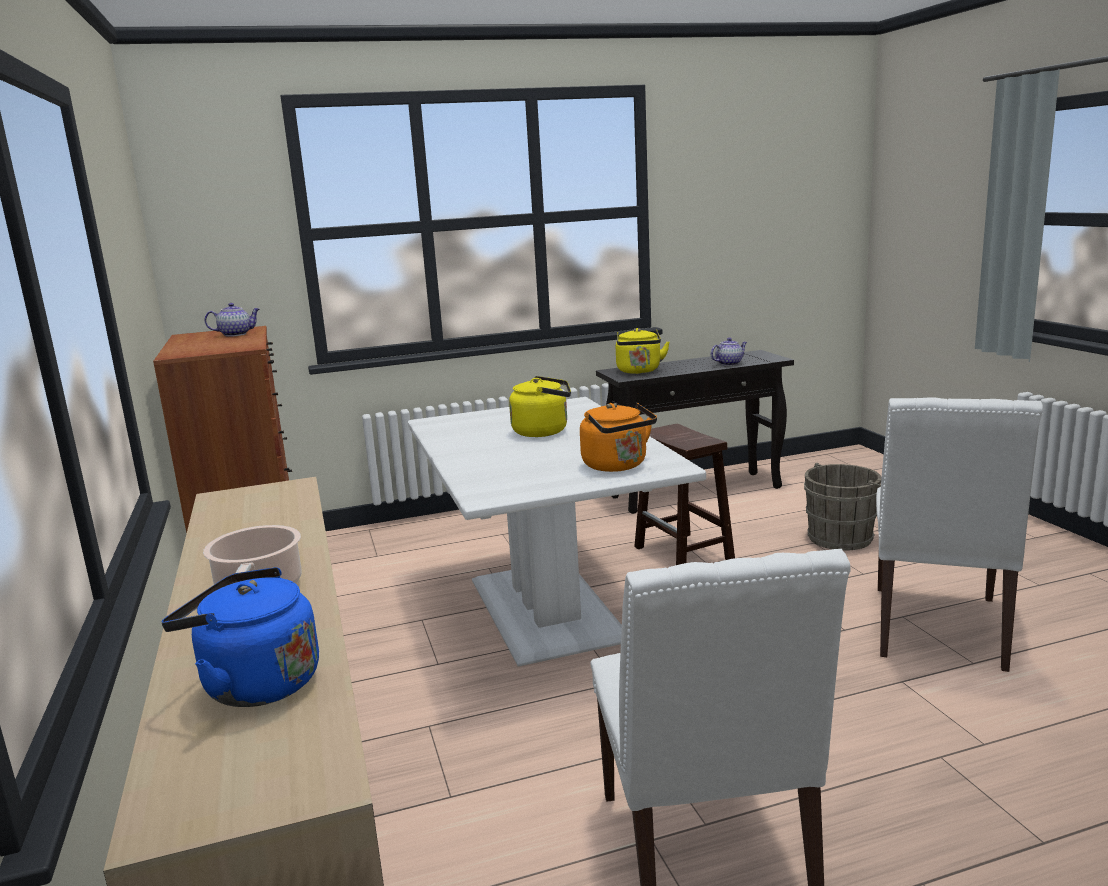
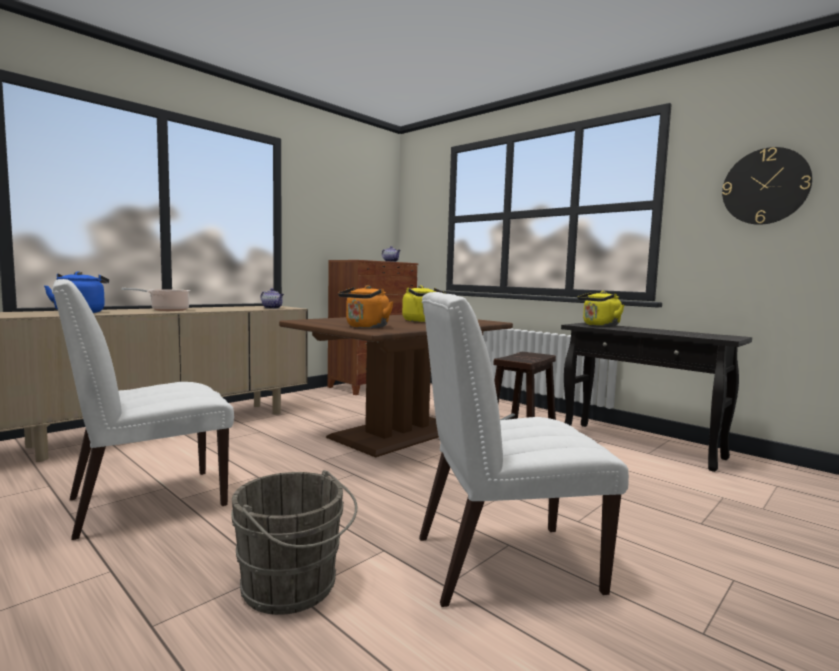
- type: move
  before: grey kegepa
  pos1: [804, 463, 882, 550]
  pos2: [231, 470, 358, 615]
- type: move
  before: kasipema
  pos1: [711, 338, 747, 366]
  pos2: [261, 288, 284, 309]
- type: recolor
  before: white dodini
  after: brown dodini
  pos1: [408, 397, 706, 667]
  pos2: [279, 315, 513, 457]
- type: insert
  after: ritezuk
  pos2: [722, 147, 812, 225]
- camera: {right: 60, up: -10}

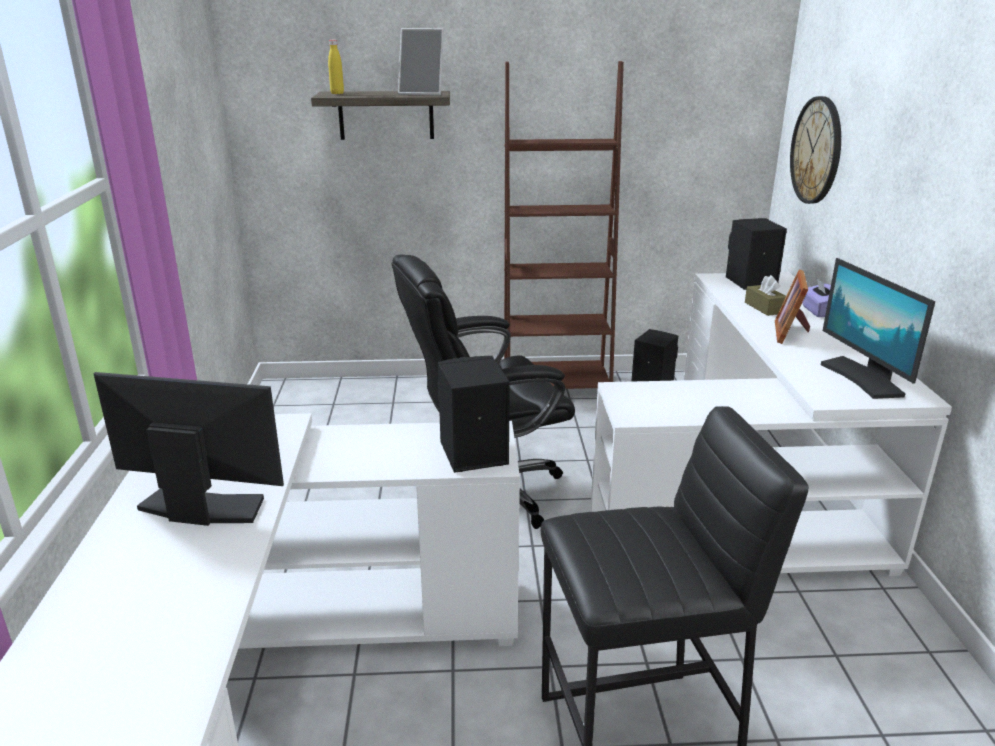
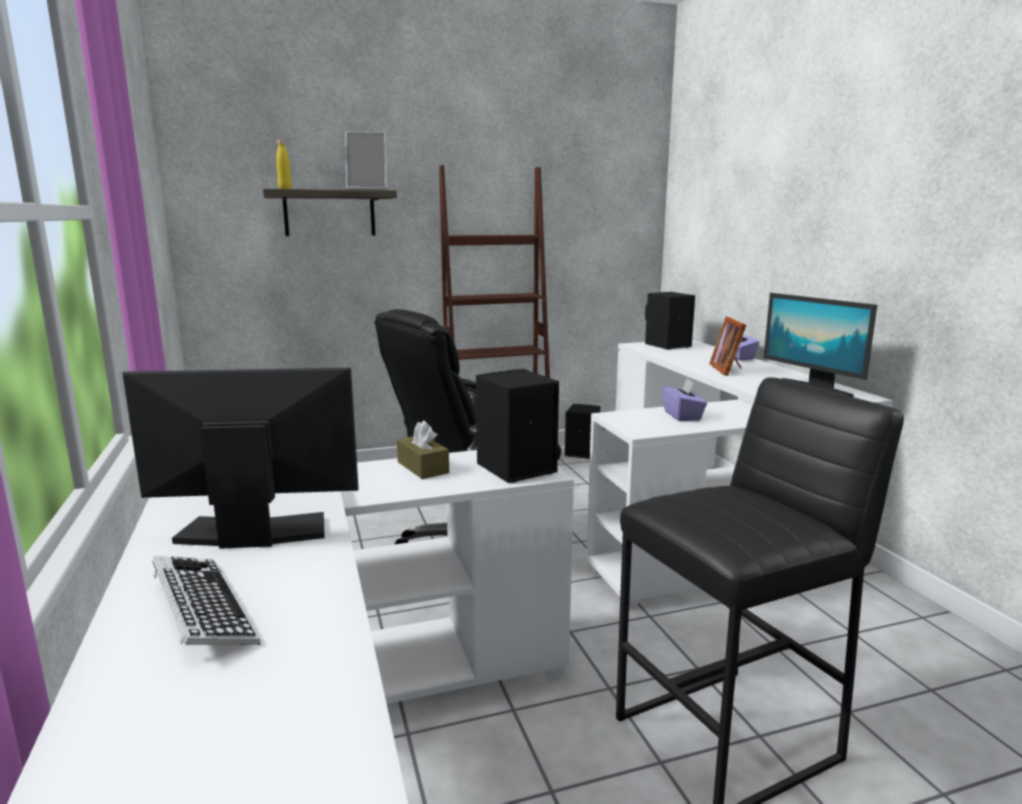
- type: insert
  after: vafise
  pos2: [152, 556, 261, 645]
- type: move
  before: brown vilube
  pos1: [745, 275, 786, 316]
  pos2: [397, 421, 449, 479]
- type: insert
  after: purple vilube
  pos2: [662, 379, 707, 421]
- type: delete
  before: ritezuk
  pos1: [790, 96, 841, 204]
- camera: {right: -15, up: -10}

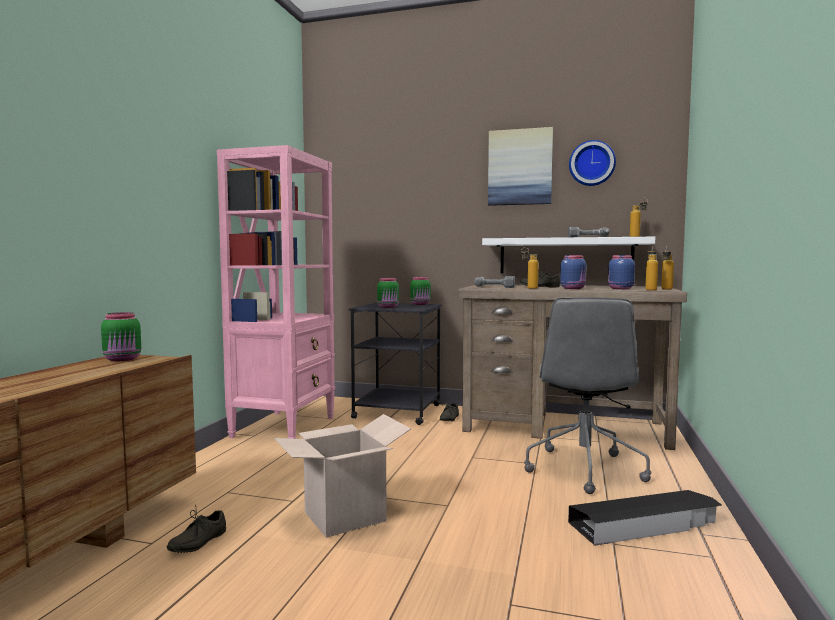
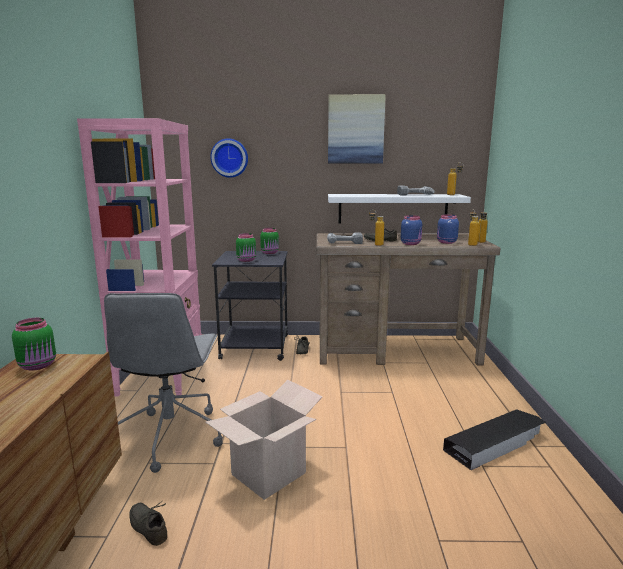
- type: move
  before: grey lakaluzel
  pos1: [524, 297, 652, 494]
  pos2: [104, 293, 223, 473]
- type: rotate
  before: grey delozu
  pos1: [167, 504, 226, 553]
  pos2: [129, 501, 167, 546]
  turn: 120
- type: move
  before: ritezuk
  pos1: [569, 140, 616, 186]
  pos2: [210, 138, 248, 178]
- camera: {right: -15, up: 10}

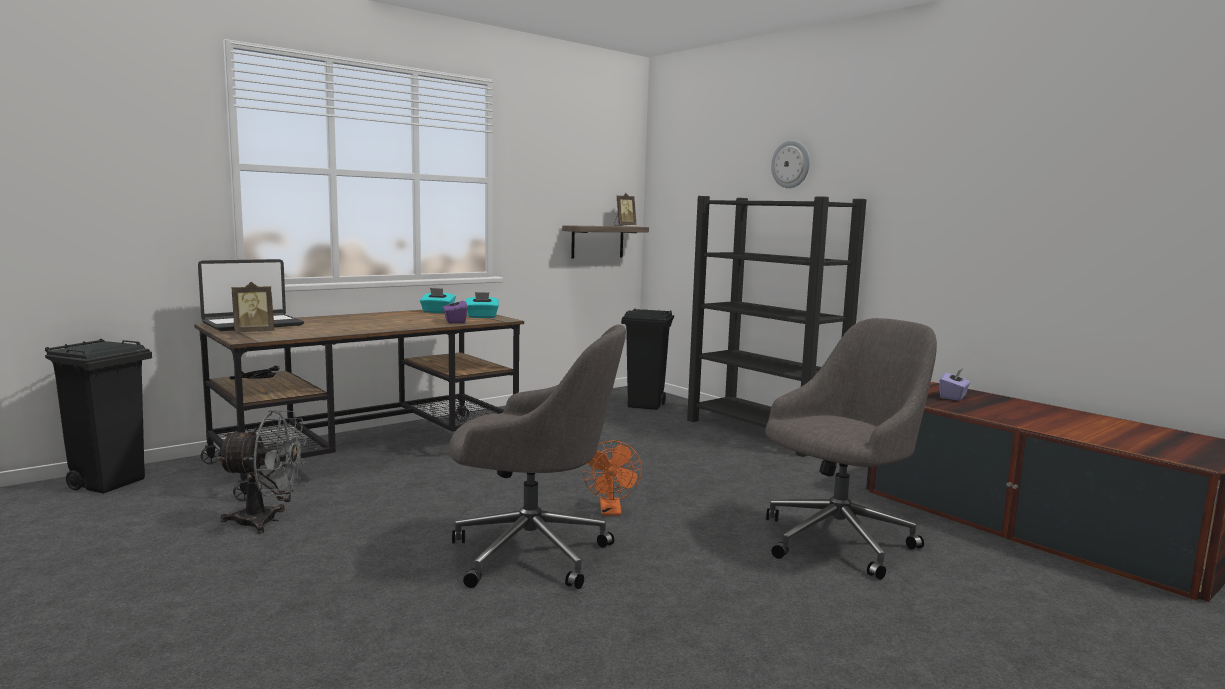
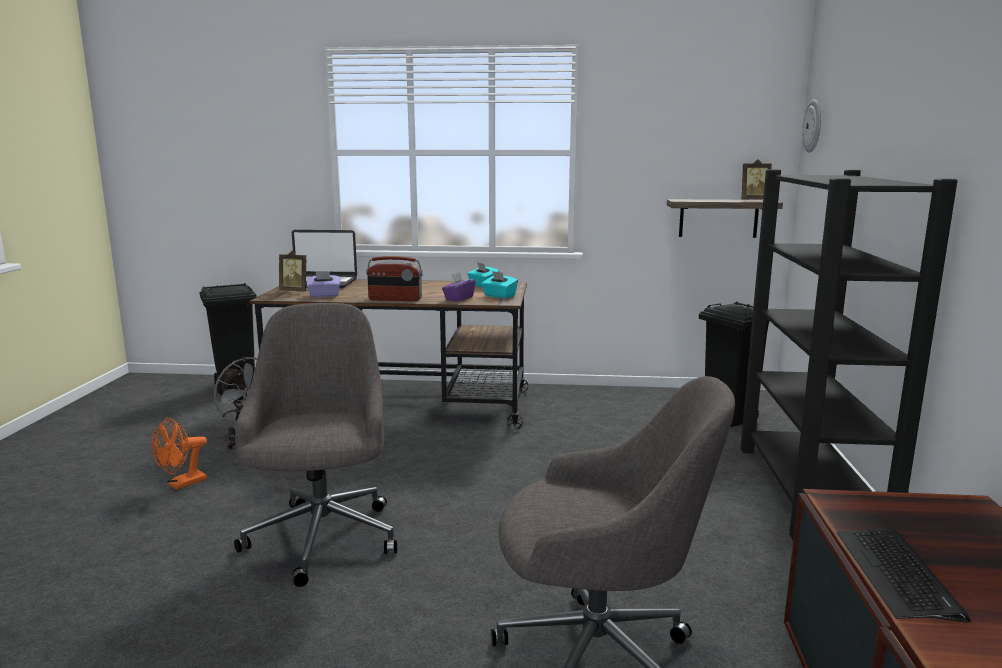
- type: move
  before: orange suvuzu
  pos1: [583, 441, 642, 516]
  pos2: [152, 418, 207, 490]
- type: rotate
  before: grey lakaluzel
  pos1: [449, 324, 626, 589]
  pos2: [234, 303, 397, 587]
  turn: -150
- type: move
  before: purple vilube
  pos1: [939, 368, 971, 401]
  pos2: [307, 271, 340, 297]
- type: insert
  after: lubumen
  pos2: [366, 256, 423, 301]
- type: move
  before: ritezuk
  pos1: [771, 140, 810, 188]
  pos2: [802, 99, 821, 153]
- type: insert
  after: vafise
  pos2: [837, 528, 971, 623]
- camera: {right: 45, up: 5}

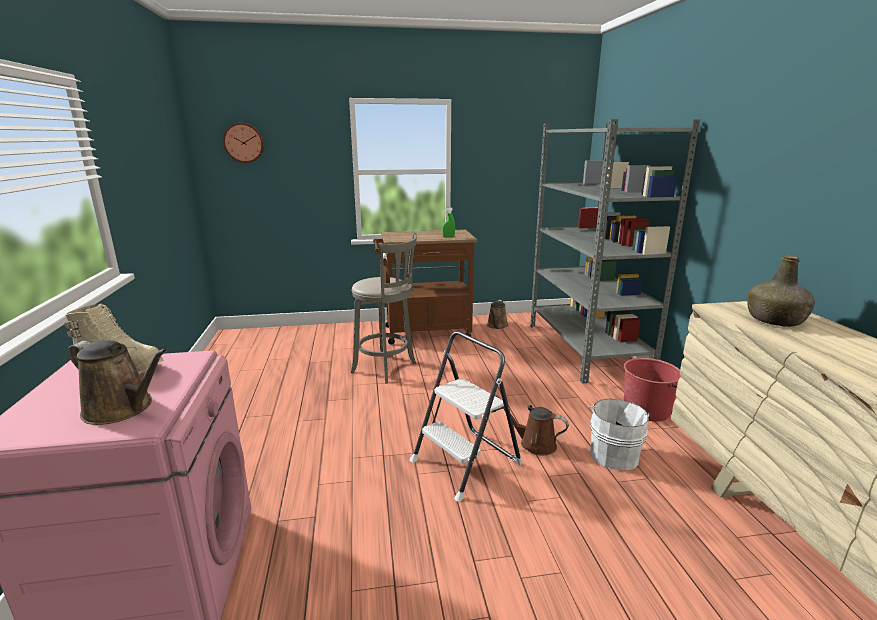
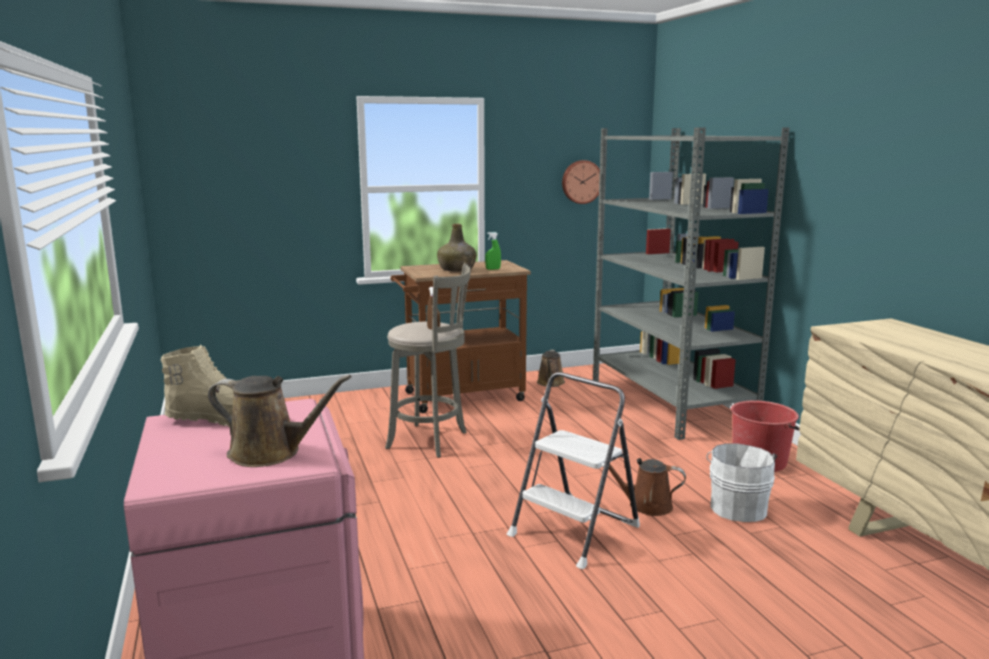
- type: move
  before: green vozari
  pos1: [747, 256, 815, 327]
  pos2: [437, 224, 476, 272]
- type: move
  before: ritezuk
  pos1: [223, 123, 264, 163]
  pos2: [562, 160, 600, 204]
- camera: {right: -10, up: -5}

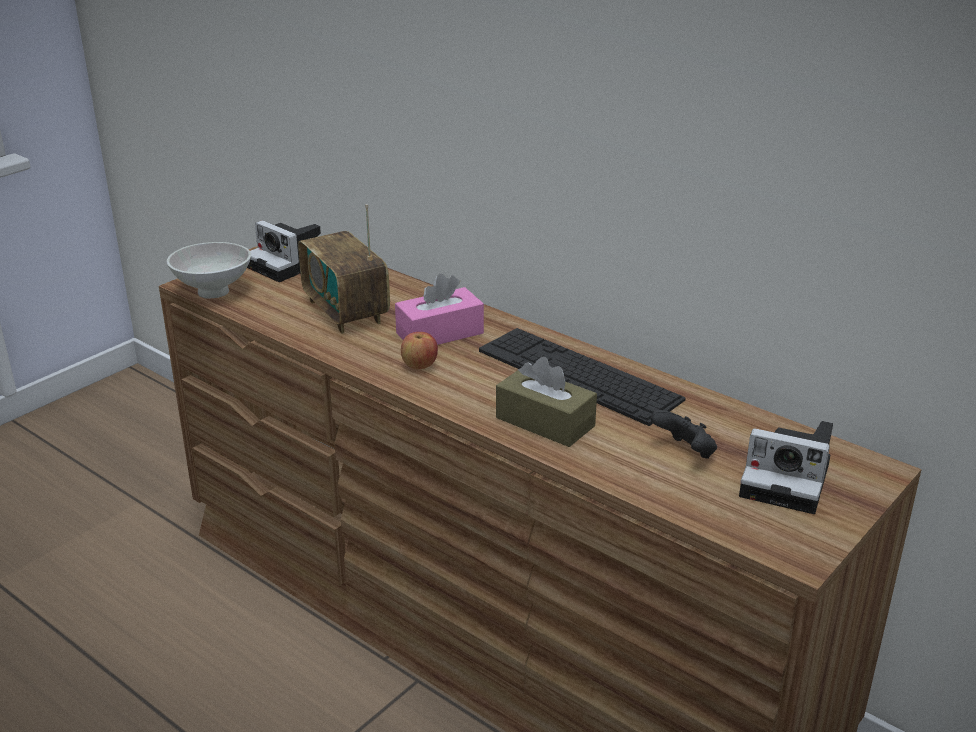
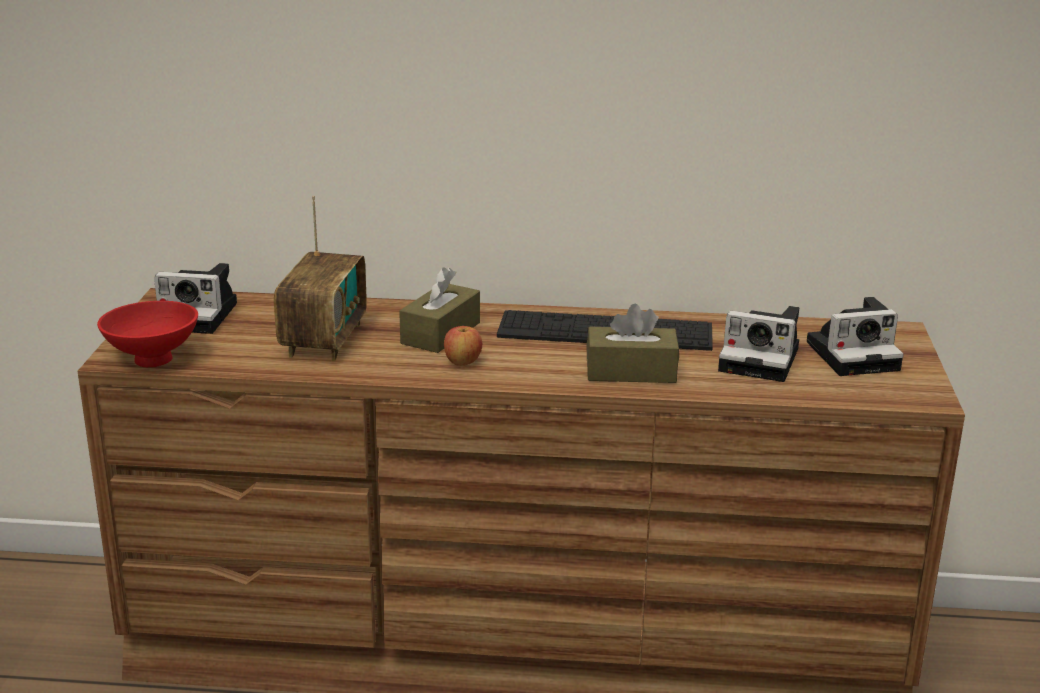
- type: recolor
  before: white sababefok
  after: red sababefok
  pos1: [167, 242, 251, 299]
  pos2: [97, 301, 198, 367]
- type: rotate
  before: lubumen
  pos1: [298, 204, 390, 334]
  pos2: [274, 196, 367, 361]
  turn: -105
- type: recolor
  before: pink vilube
  after: brown vilube
  pos1: [395, 274, 484, 345]
  pos2: [399, 267, 480, 353]
- type: replace
  before: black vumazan
  after: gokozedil
  pos1: [651, 410, 717, 459]
  pos2: [718, 306, 799, 382]
- camera: {right: -35, up: -5}

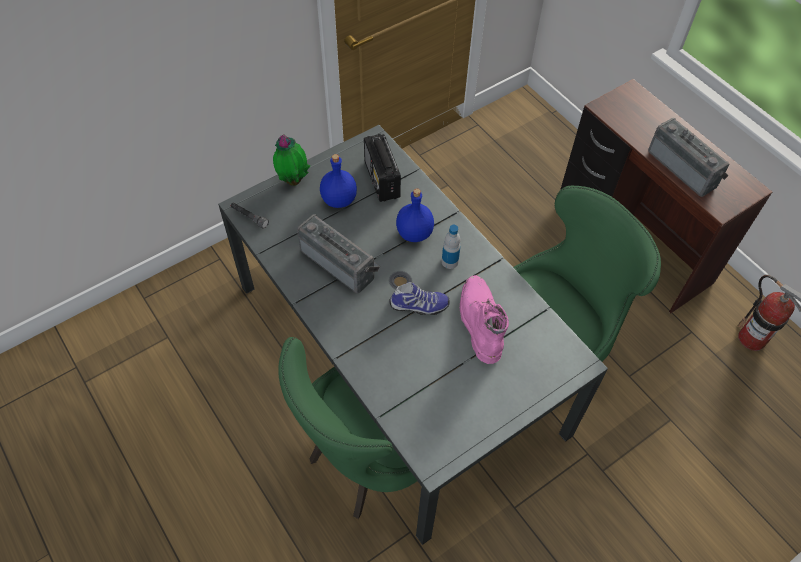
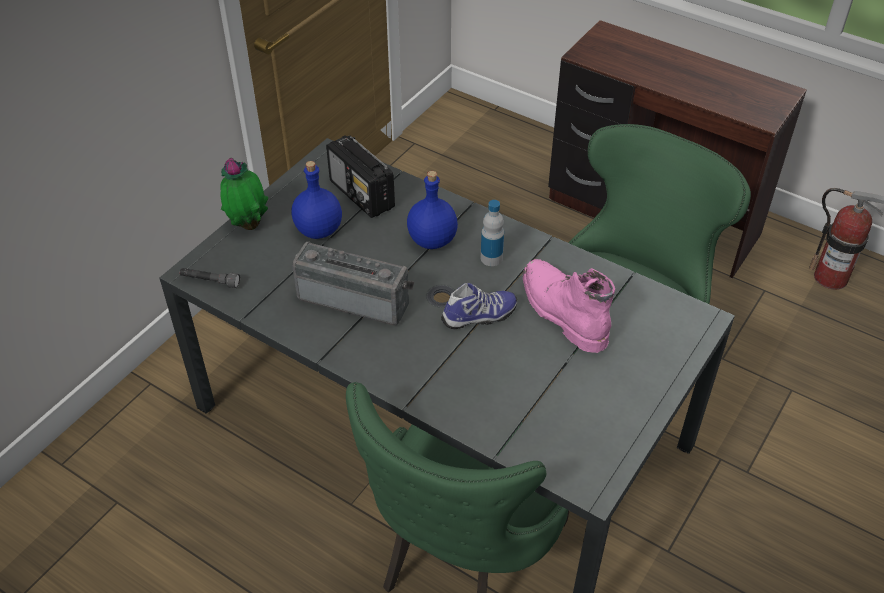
- type: delete
  before: lubumen
  pos1: [648, 118, 729, 197]
- camera: {right: -20, up: -10}

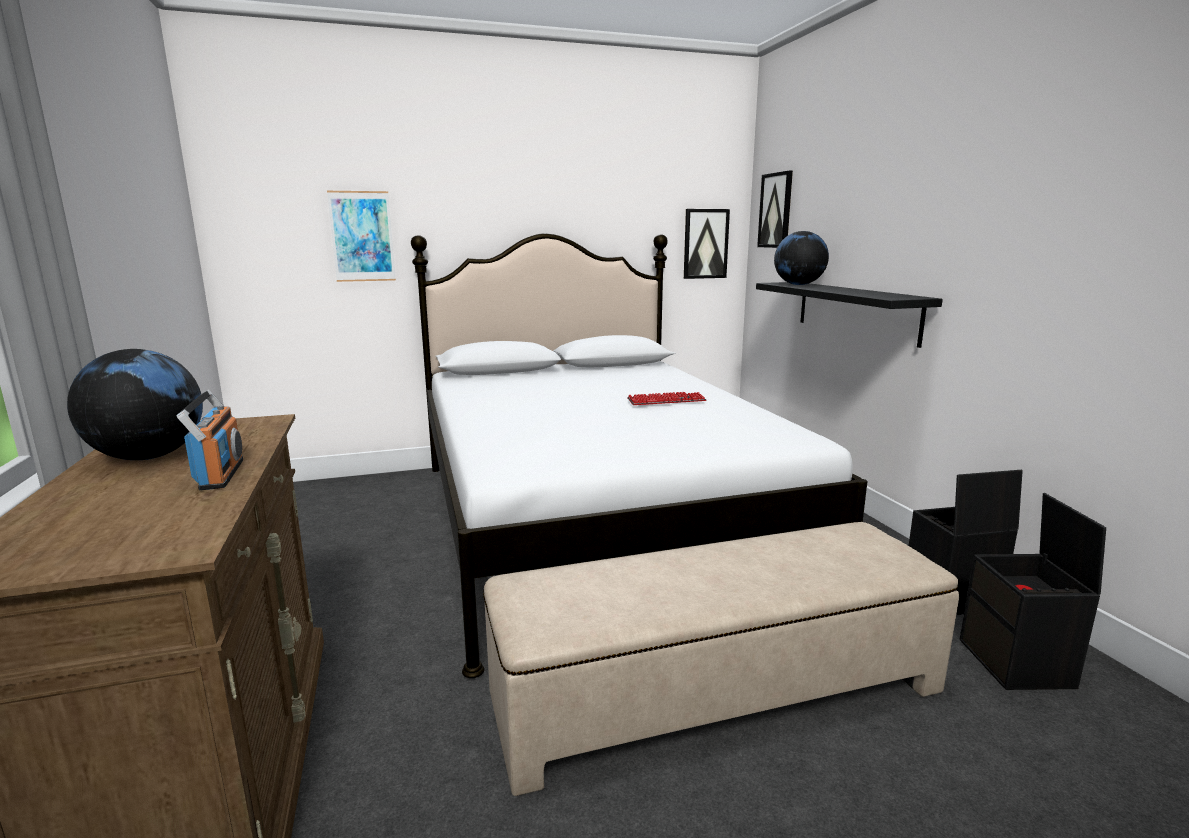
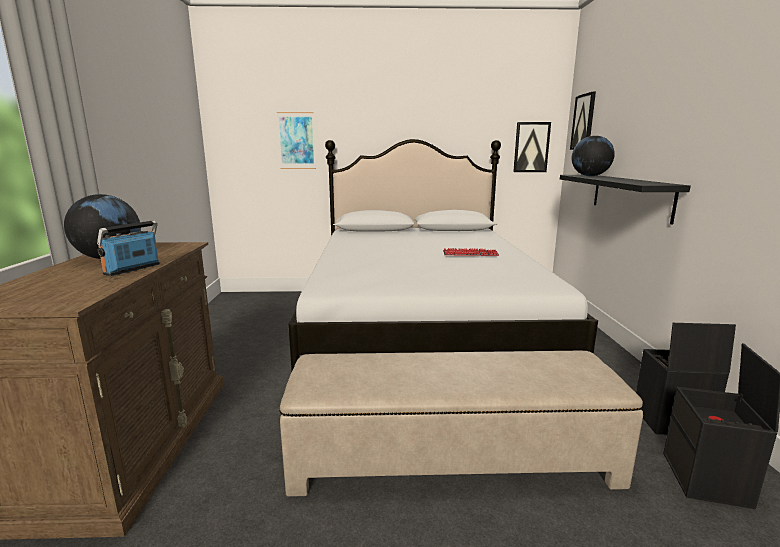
- type: rotate
  before: lubumen
  pos1: [176, 390, 243, 490]
  pos2: [97, 220, 160, 276]
  turn: -150
- camera: {right: 15, up: 0}

